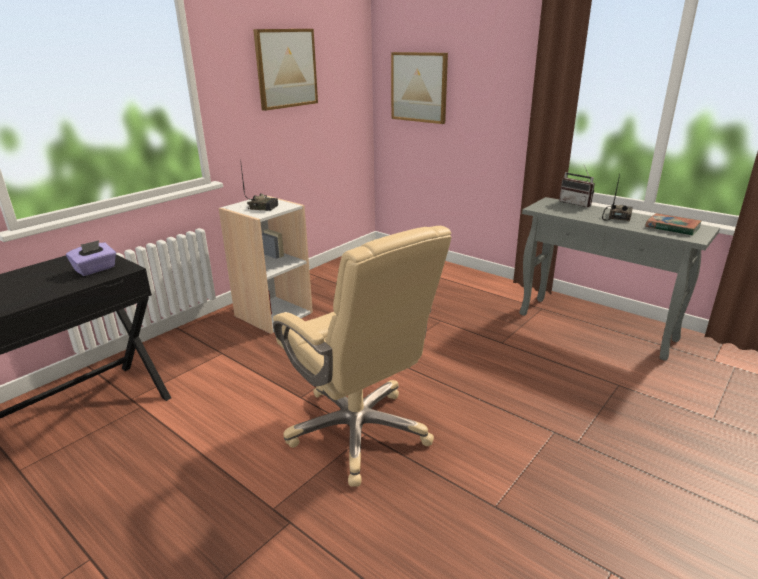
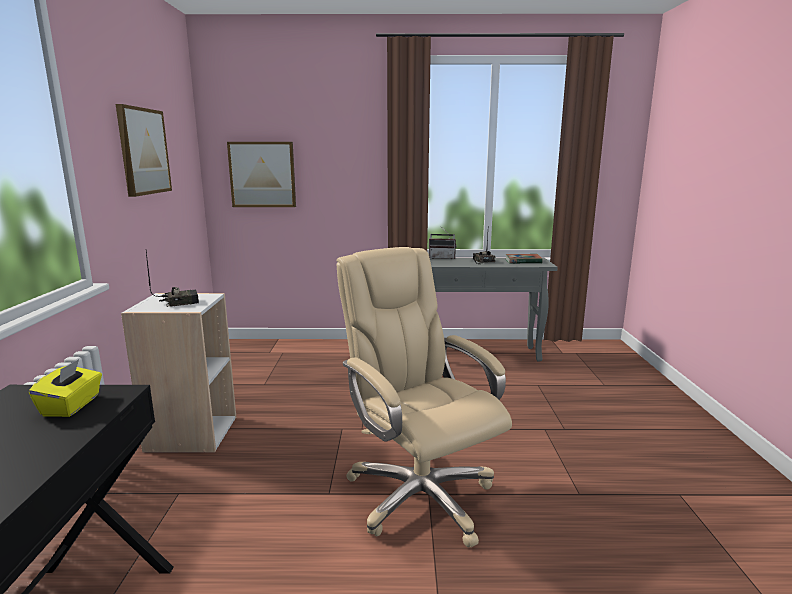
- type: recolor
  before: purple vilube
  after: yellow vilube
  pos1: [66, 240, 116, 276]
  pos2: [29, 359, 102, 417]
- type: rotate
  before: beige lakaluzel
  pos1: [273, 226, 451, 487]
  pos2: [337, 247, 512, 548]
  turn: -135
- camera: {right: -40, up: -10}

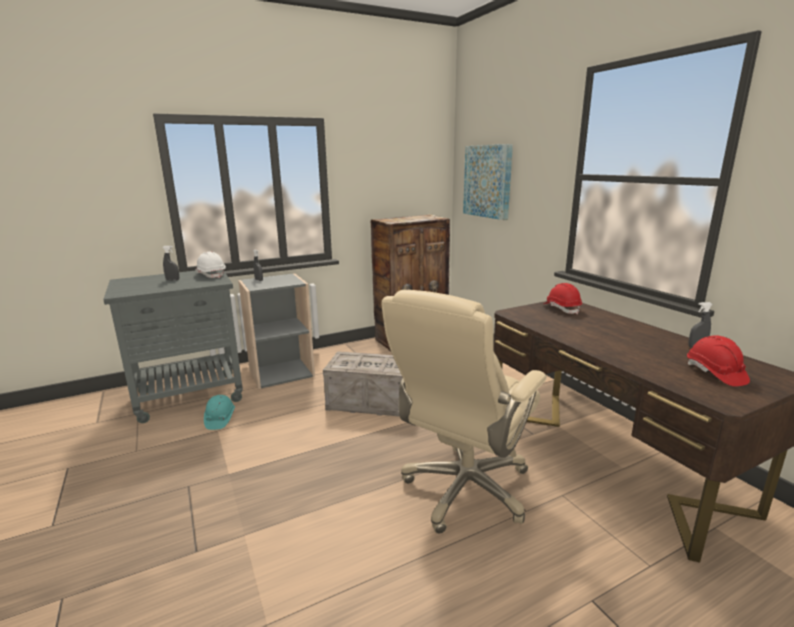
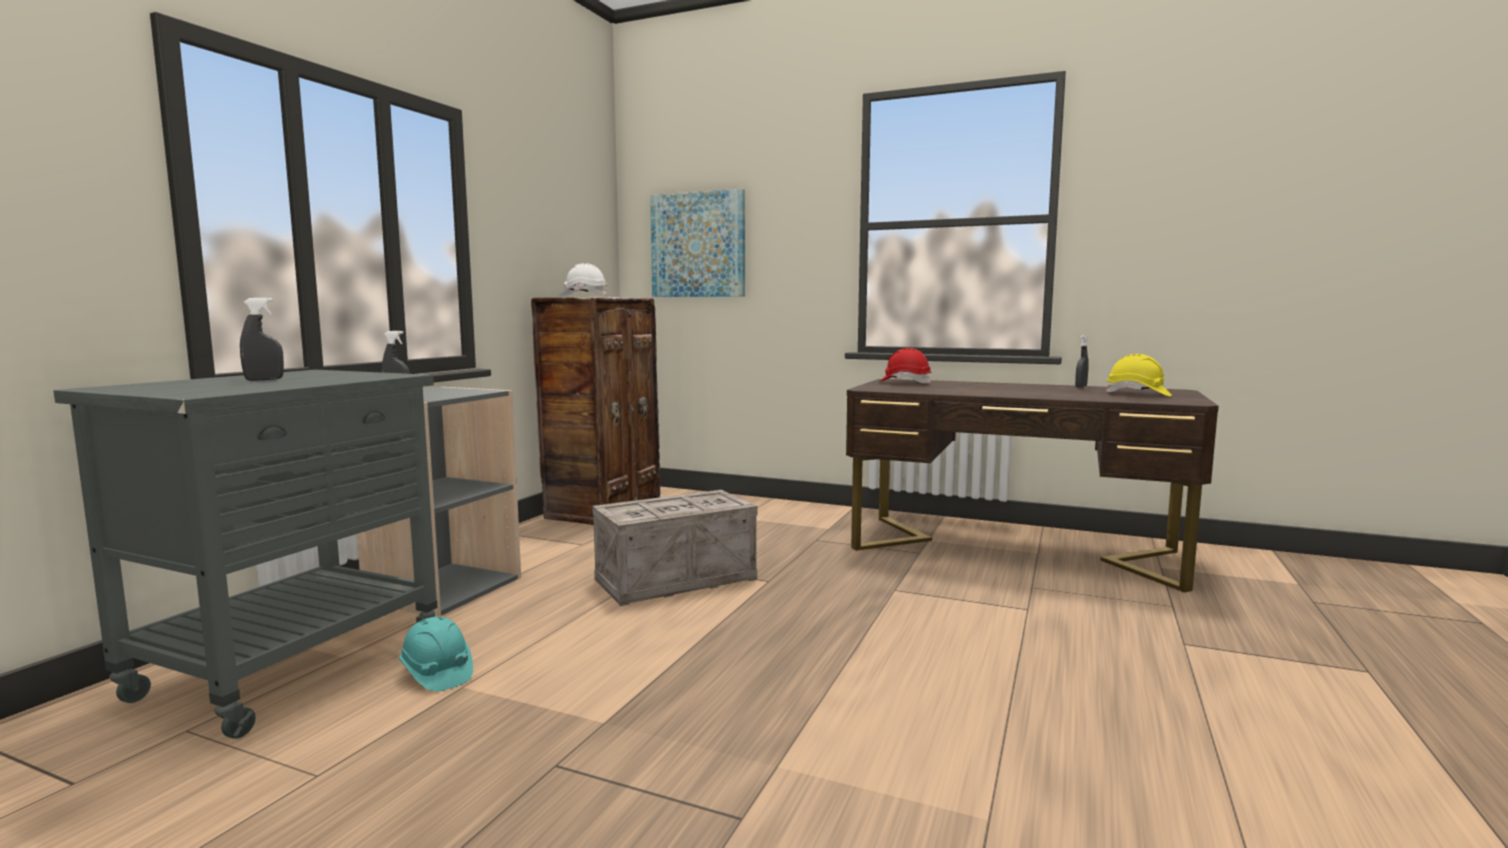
- type: move
  before: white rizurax
  pos1: [195, 252, 226, 278]
  pos2: [559, 263, 607, 296]
- type: recolor
  before: red rizurax
  after: yellow rizurax
  pos1: [687, 335, 750, 386]
  pos2: [1106, 354, 1172, 396]
- type: delete
  before: beige lakaluzel
  pos1: [381, 290, 547, 534]
- camera: {right: -40, up: -10}

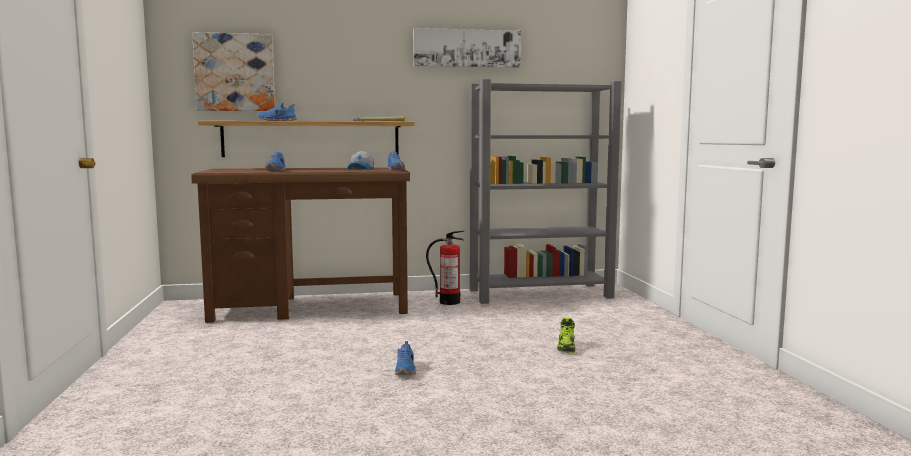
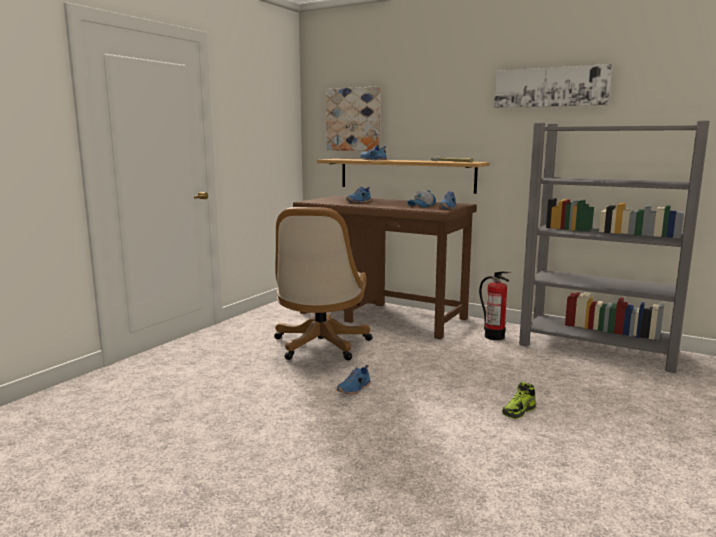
- type: insert
  after: lakaluzel
  pos2: [274, 207, 373, 360]
- camera: {right: 40, up: 5}

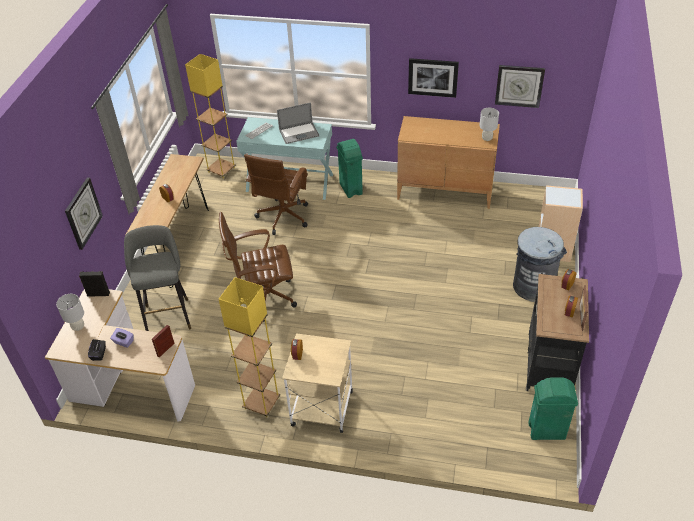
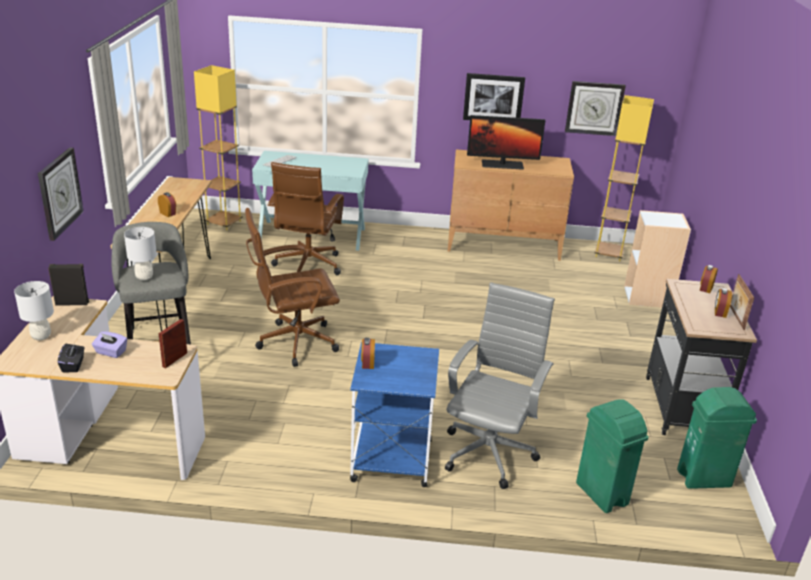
- type: move
  before: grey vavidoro
  pos1: [479, 108, 499, 141]
  pos2: [124, 227, 157, 280]
- type: recolor
  before: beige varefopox
  after: blue varefopox
  pos1: [282, 333, 353, 433]
  pos2: [350, 342, 439, 487]
- type: insert
  after: grey lakaluzel
  pos2: [445, 282, 555, 489]
- type: insert
  after: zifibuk
  pos2: [467, 115, 545, 170]
- type: move
  before: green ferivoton
  pos1: [337, 139, 363, 198]
  pos2: [576, 399, 648, 513]
- type: move
  before: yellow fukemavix
  pos1: [219, 277, 280, 417]
  pos2: [595, 95, 654, 261]
- type: delete
  before: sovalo
  pos1: [277, 102, 319, 144]
- type: delete
  before: grey ferivoton
  pos1: [513, 227, 567, 302]
- camera: {right: -10, up: -15}

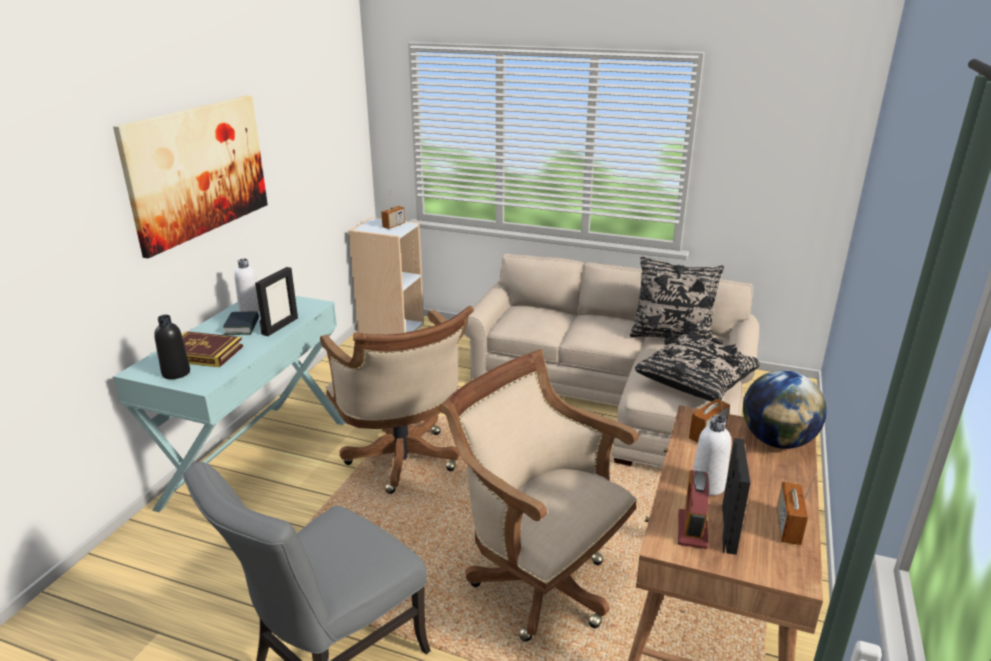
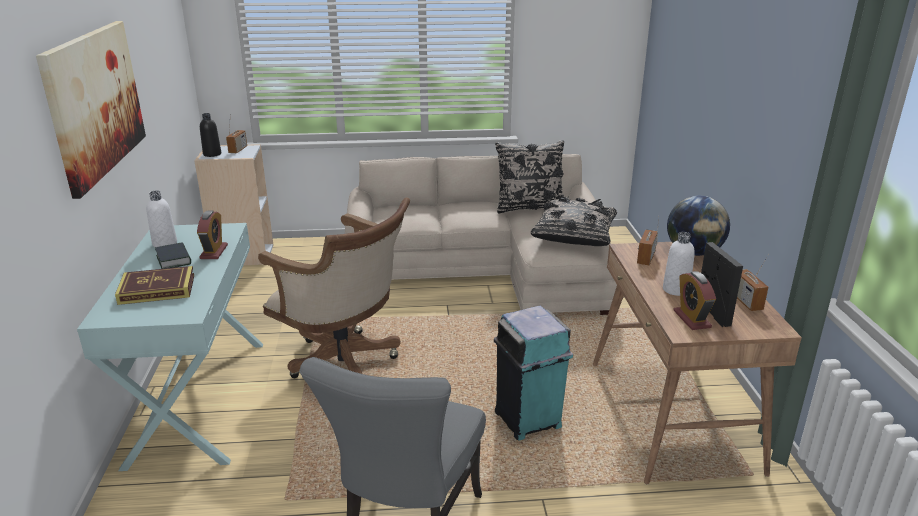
- type: replace
  before: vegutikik
  after: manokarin
  pos1: [255, 267, 298, 336]
  pos2: [197, 210, 228, 259]
- type: move
  before: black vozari
  pos1: [154, 315, 190, 379]
  pos2: [200, 113, 221, 157]
- type: replace
  before: lakaluzel
  after: turquoise ferivoton
  pos1: [439, 349, 638, 641]
  pos2: [494, 306, 573, 440]
- camera: {right: -25, up: 0}

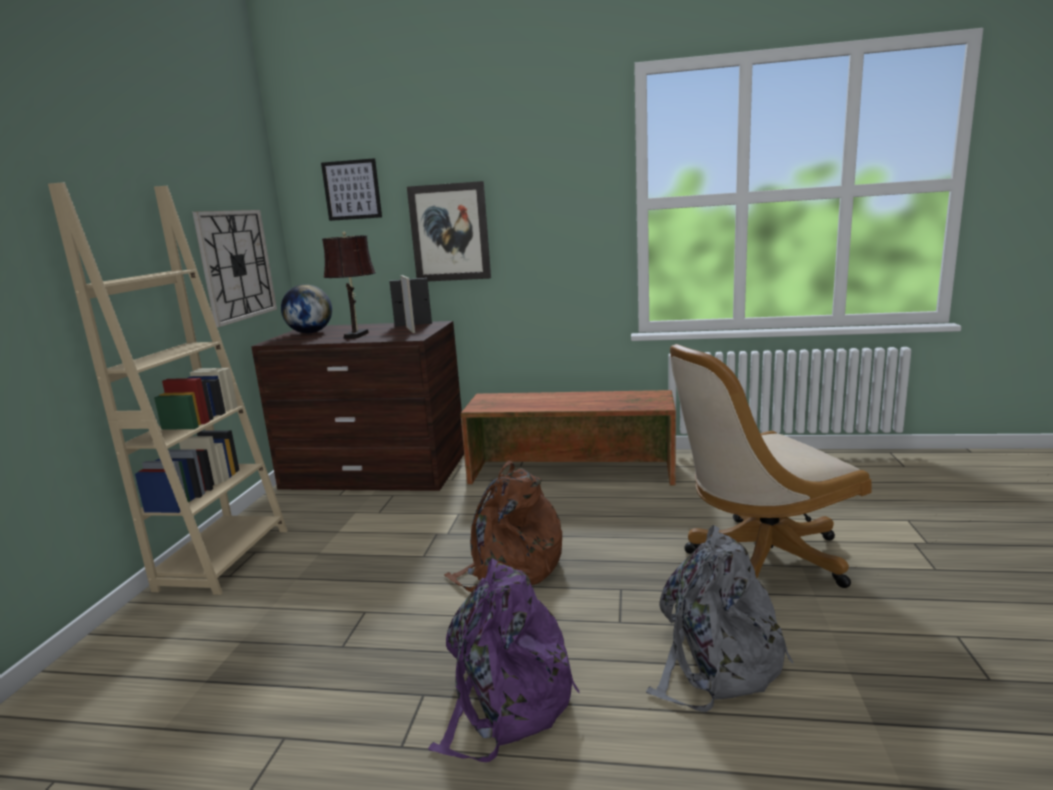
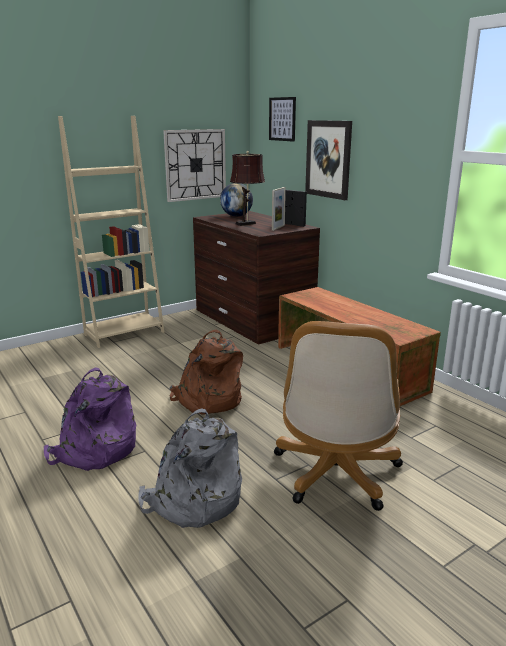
- type: rotate
  before: lakaluzel
  pos1: [670, 344, 872, 588]
  pos2: [274, 321, 403, 511]
  turn: -105
- camera: {right: 45, up: 5}

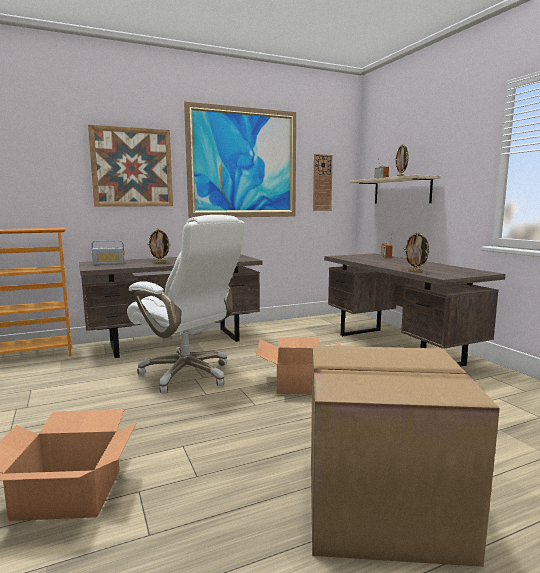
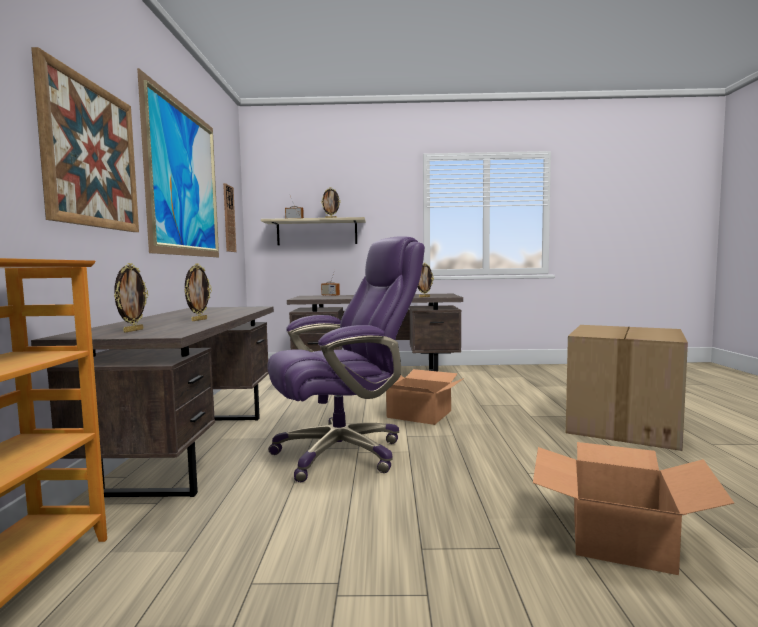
- type: replace
  before: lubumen
  after: vegutikik
  pos1: [91, 240, 125, 265]
  pos2: [114, 263, 149, 332]
- type: recolor
  before: white lakaluzel
  after: purple lakaluzel
  pos1: [127, 215, 245, 394]
  pos2: [267, 236, 425, 482]
- camera: {right: -65, up: -5}

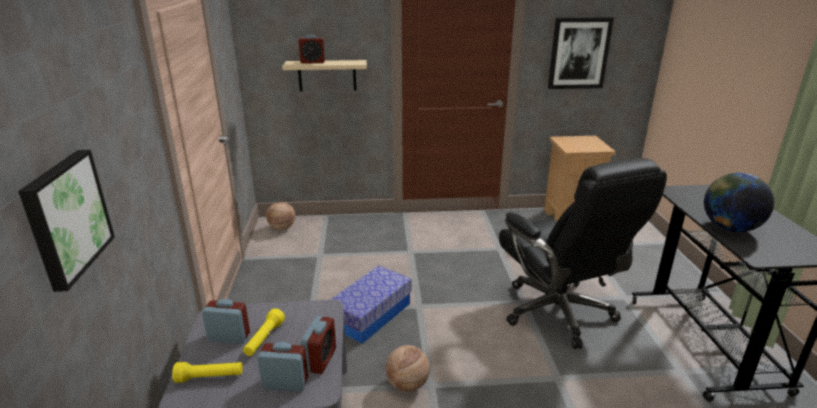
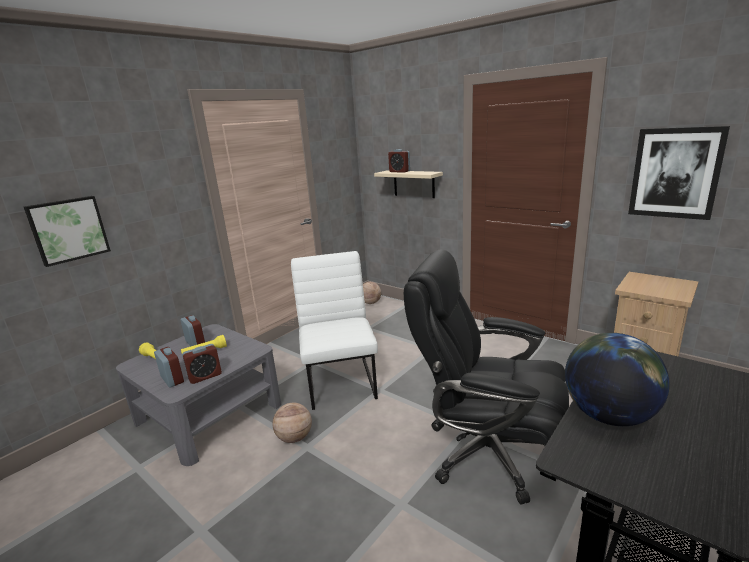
- type: replace
  before: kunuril
  after: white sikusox
  pos1: [331, 266, 412, 344]
  pos2: [291, 251, 378, 410]
- type: rotate
  before: black lakaluzel
  pos1: [499, 158, 667, 349]
  pos2: [404, 249, 569, 505]
  turn: 90
- camera: {right: 45, up: -5}

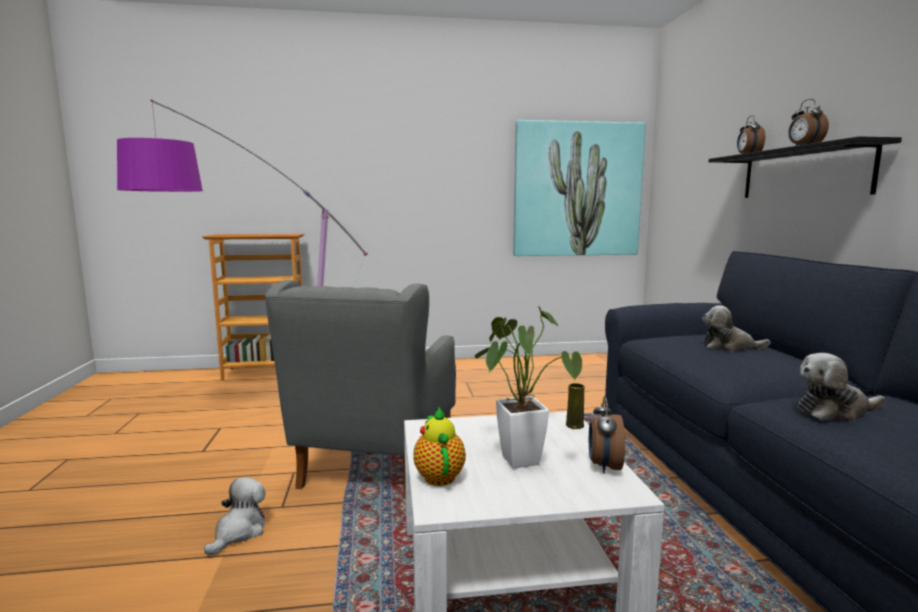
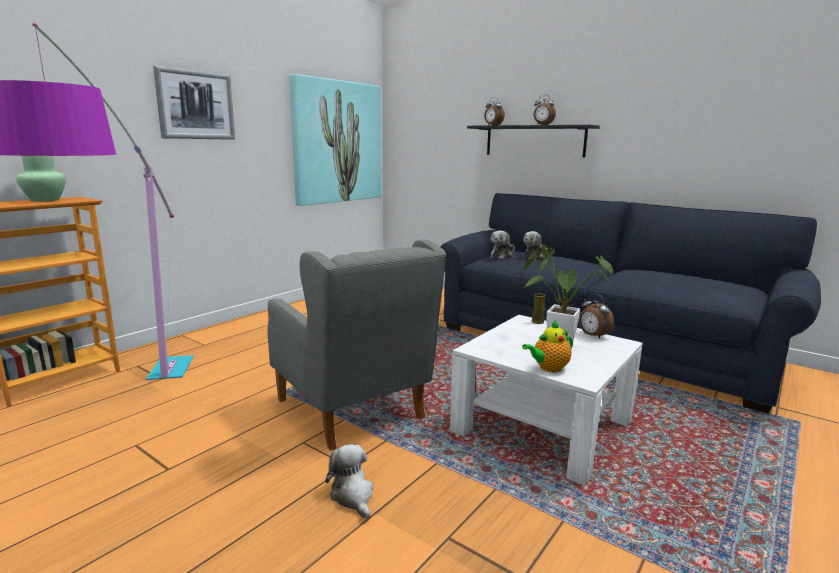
- type: insert
  after: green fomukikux
  pos2: [16, 156, 66, 202]
- type: insert
  after: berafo
  pos2: [153, 66, 235, 140]
- type: move
  before: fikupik
  pos1: [797, 353, 885, 422]
  pos2: [490, 231, 515, 259]
- type: rotate
  before: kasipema
  pos1: [413, 407, 466, 486]
  pos2: [522, 320, 573, 372]
  turn: -60
- camera: {right: -45, up: 5}

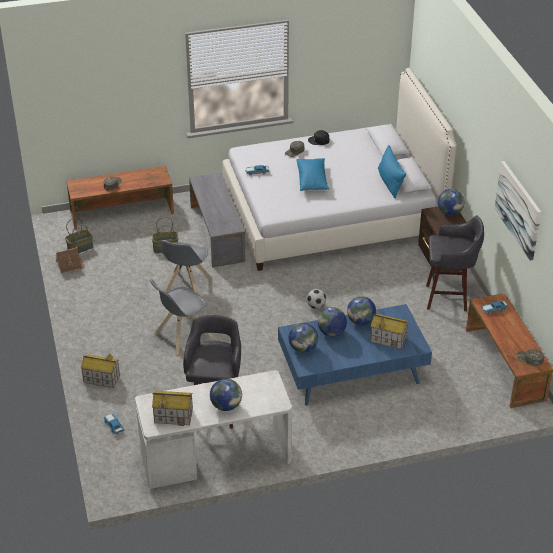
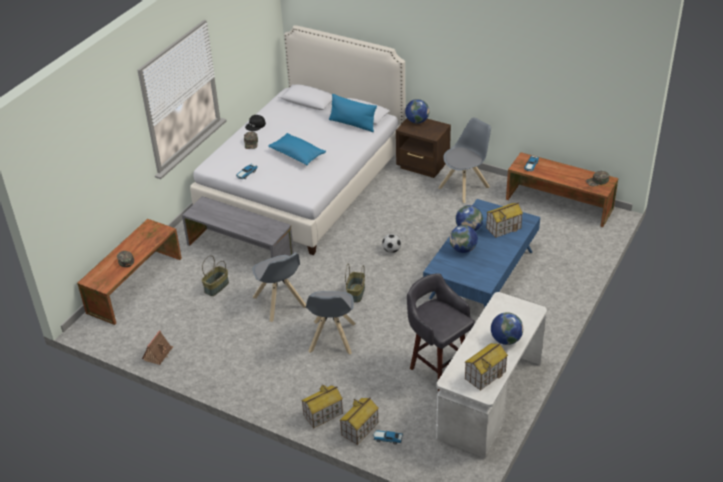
- type: insert
  after: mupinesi
  pos2: [339, 397, 379, 445]
- type: move
  before: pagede
  pos1: [65, 217, 93, 253]
  pos2: [345, 264, 365, 303]
- type: replace
  before: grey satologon
  after: grey sikusox
  pos1: [426, 215, 484, 311]
  pos2: [438, 117, 491, 203]
- type: delete
  before: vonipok
  pos1: [288, 323, 318, 353]
- type: delete
  before: berafo
  pos1: [494, 161, 541, 261]
- camera: {right: -45, up: 0}

